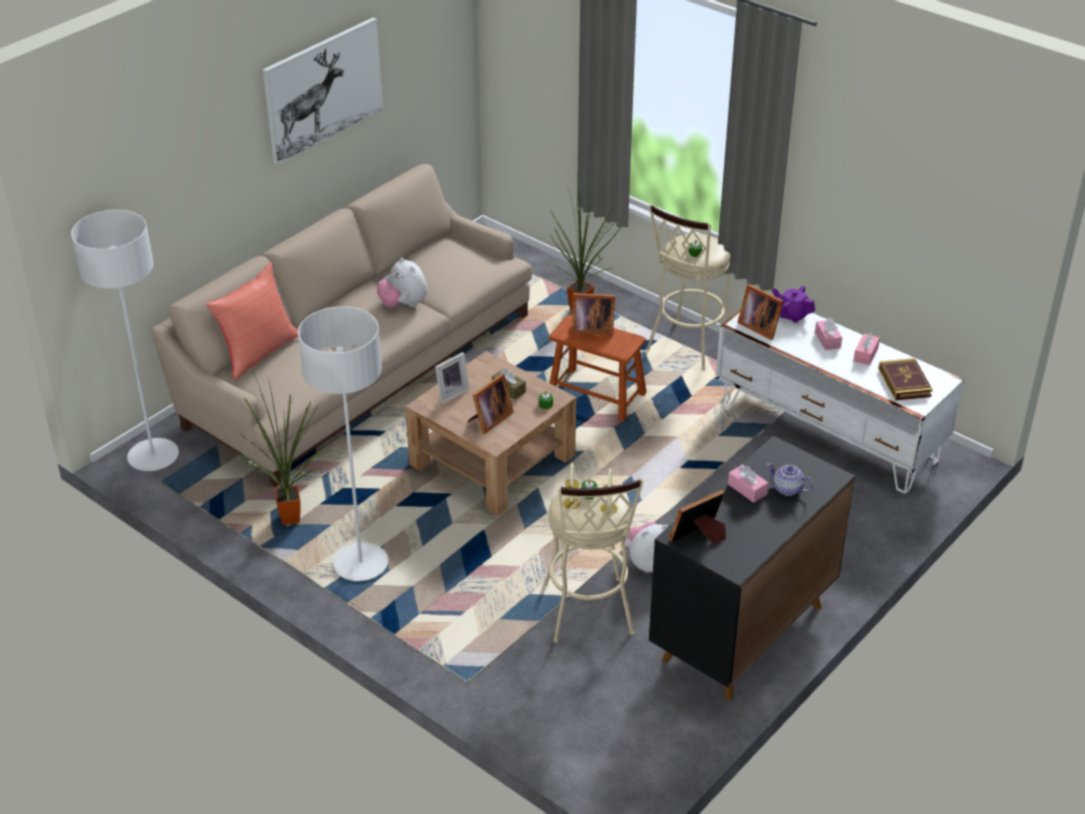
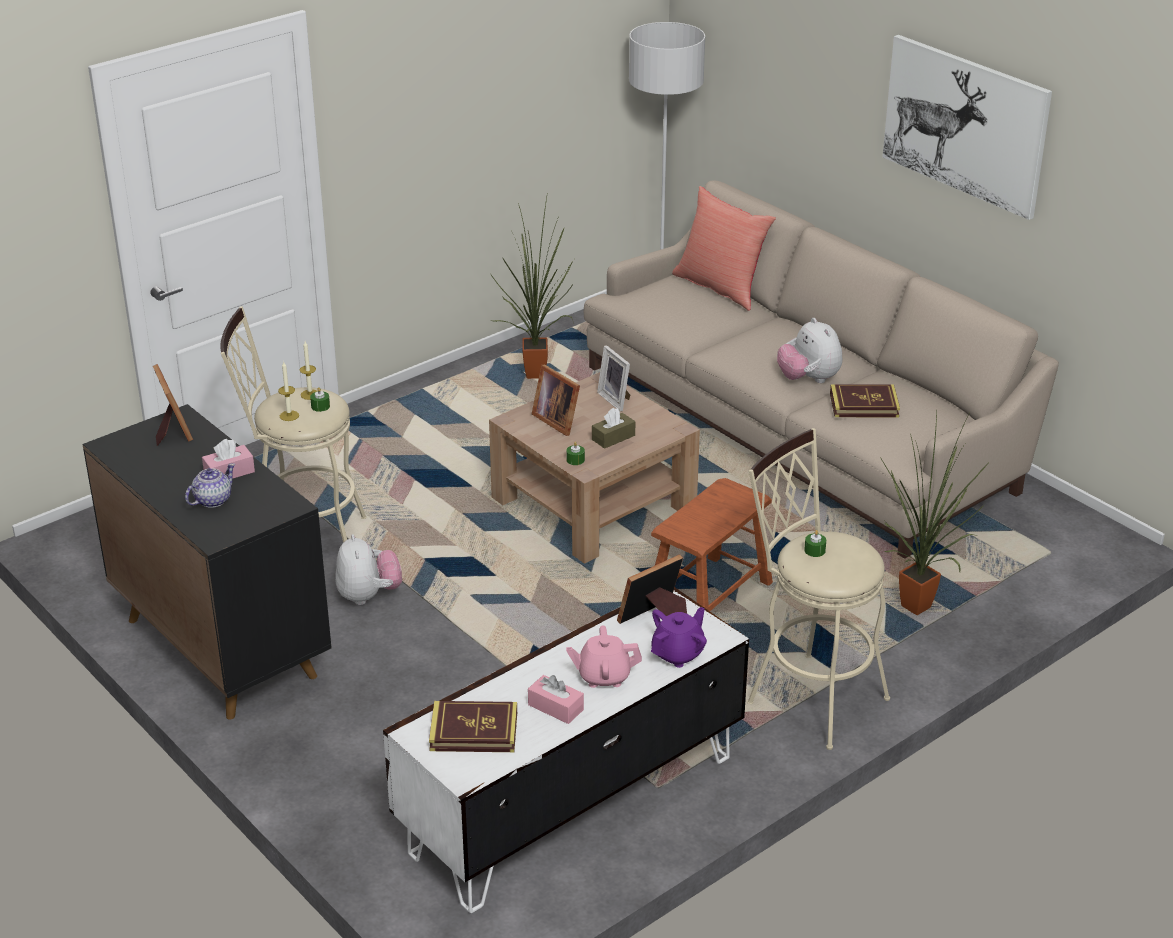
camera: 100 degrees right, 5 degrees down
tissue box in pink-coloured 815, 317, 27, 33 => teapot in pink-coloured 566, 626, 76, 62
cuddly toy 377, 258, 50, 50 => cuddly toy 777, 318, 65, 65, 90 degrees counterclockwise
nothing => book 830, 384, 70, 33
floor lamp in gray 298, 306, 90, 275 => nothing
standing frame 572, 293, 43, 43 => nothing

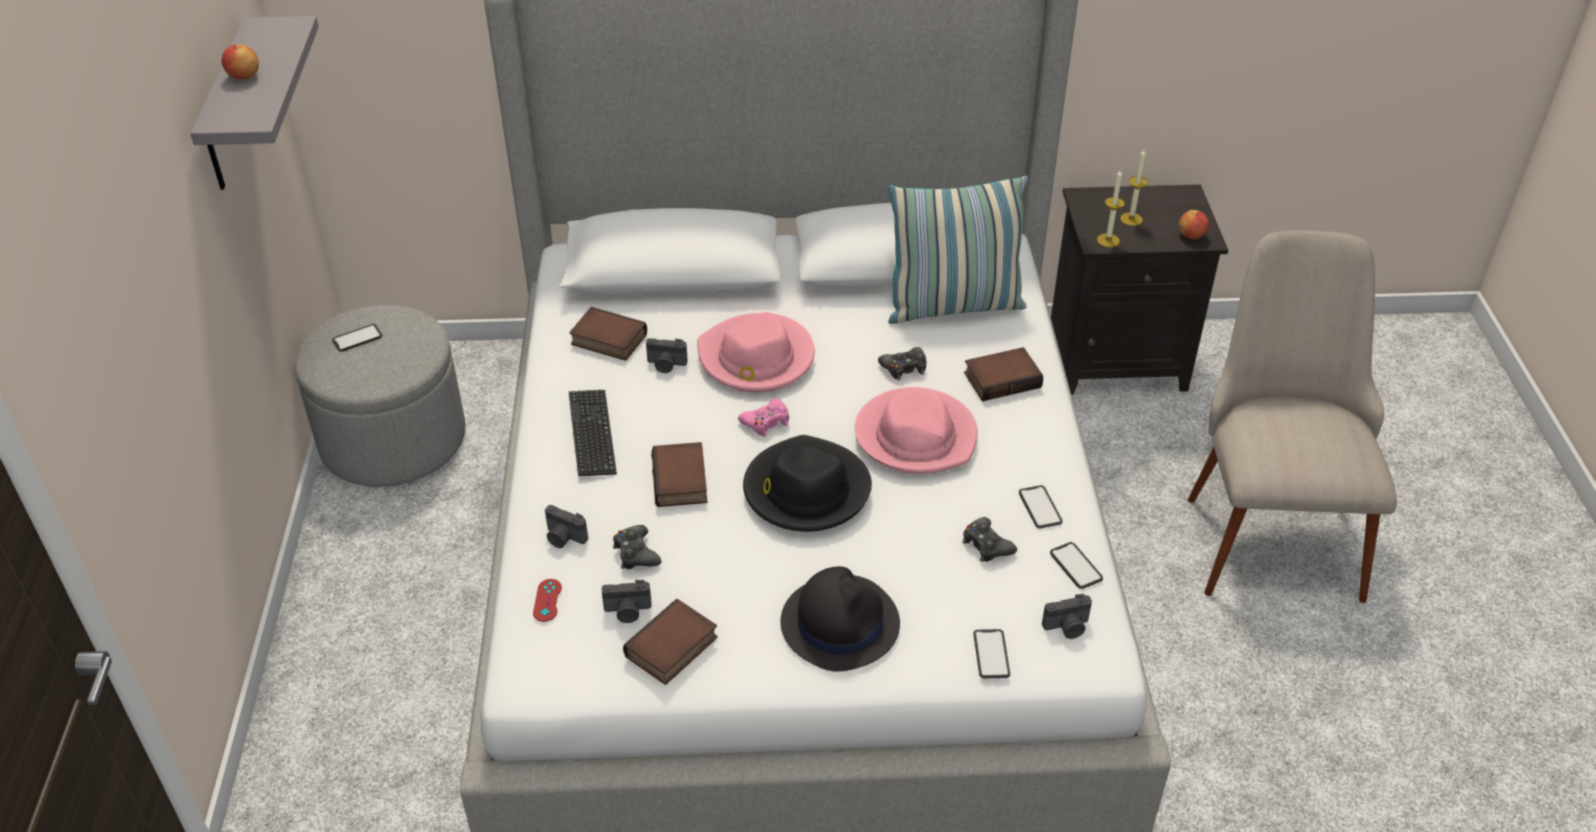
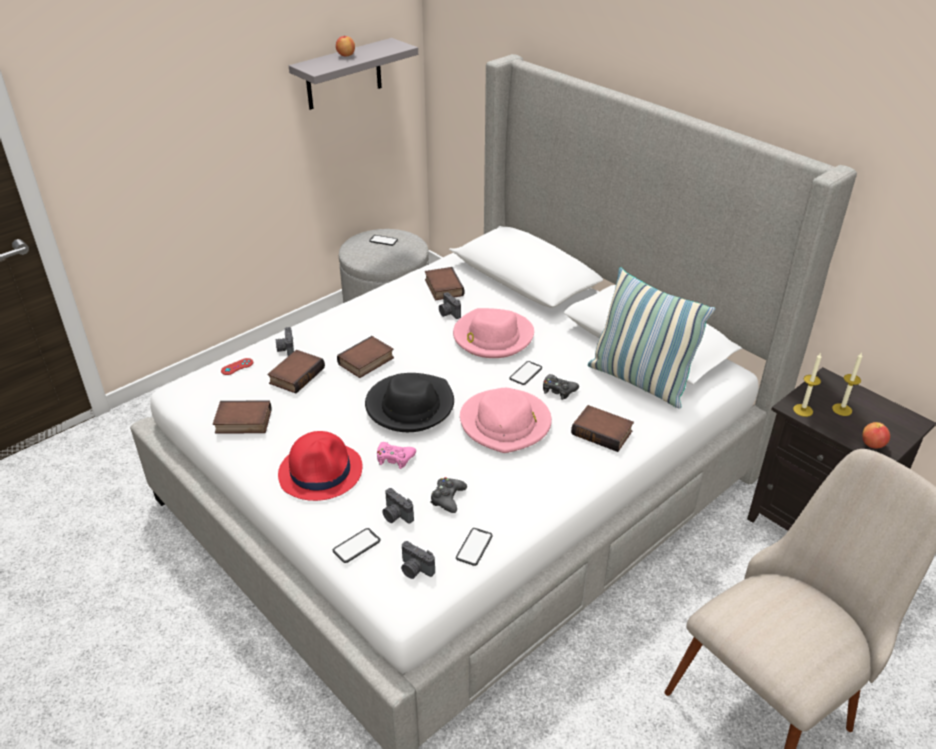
camera: 50 degrees right, 5 degrees down
game controller in black-coloured 613, 525, 48, 44 => book 268, 350, 57, 44
clothing hat in black-coloured 781, 566, 119, 106 => clothing hat in red 278, 431, 85, 70
game controller in pink-coloured 738, 398, 51, 39 => game controller in pink-coloured 377, 442, 39, 27, relocated
photo camera 602, 580, 50, 43 => photo camera 382, 488, 32, 35, relocated
telephone 1019, 485, 43, 43 => telephone 509, 361, 33, 24, relocated
PC keyboard 569, 390, 48, 86 => nothing

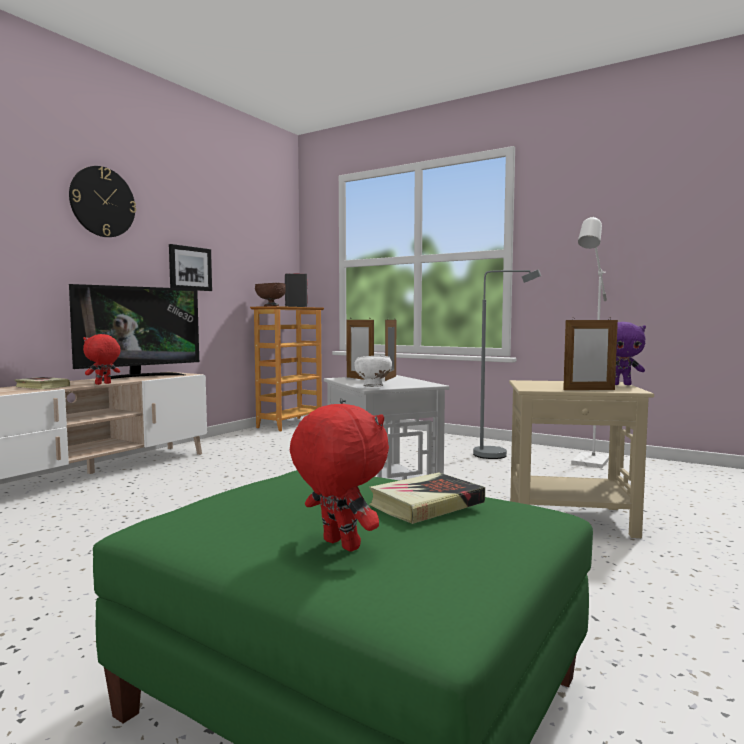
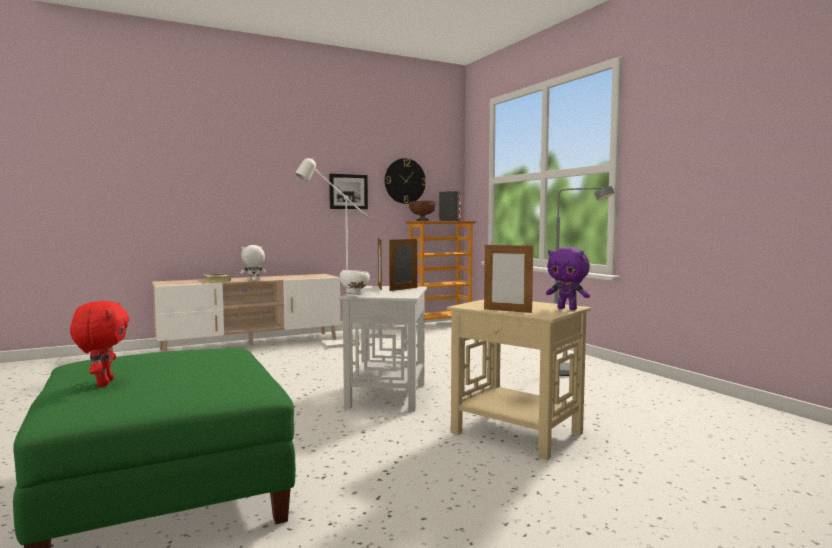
camera: 30 degrees right, 0 degrees up
cuddly toy in red 83, 334, 38, 51 => cuddly toy in white 240, 245, 26, 36
floor lamp in white 571, 216, 38, 252 => floor lamp in white 295, 157, 75, 192, relocated
wall clock 69, 166, 67, 71 => wall clock 385, 158, 41, 46, relocated
TV set 69, 284, 130, 97 => nothing
book 369, 473, 116, 51 => nothing

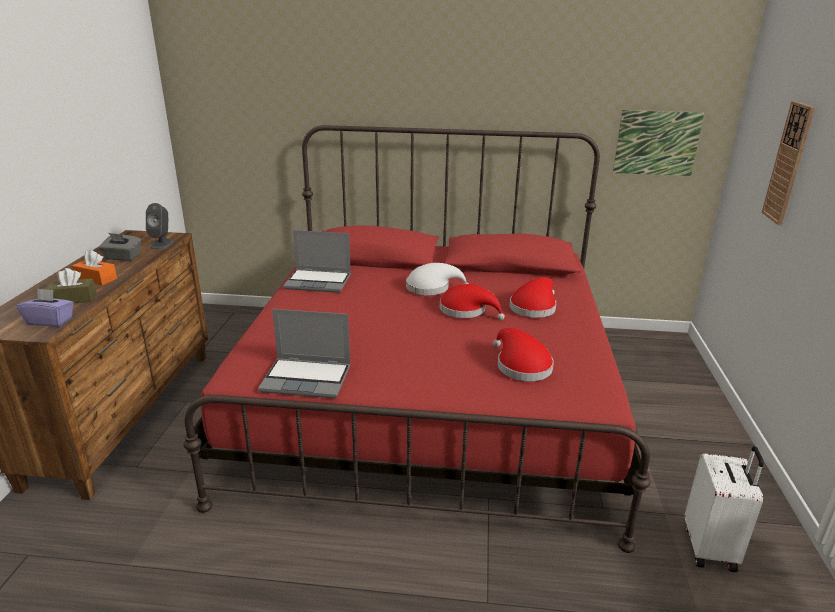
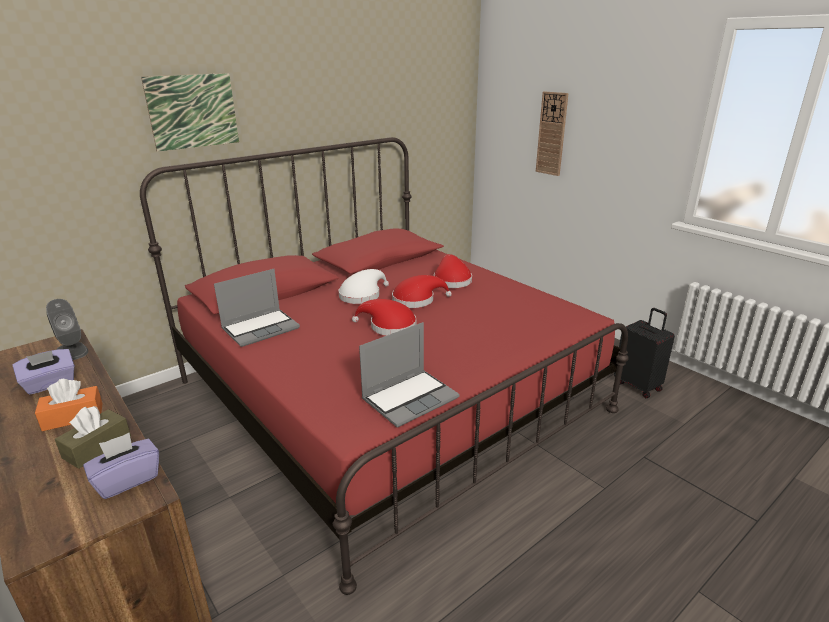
camera: 45 degrees left, 0 degrees up
tissue box in gray 99, 233, 42, 28 => tissue box in purple-coloured 12, 349, 63, 46
picture 613, 110, 91, 66 => picture 141, 73, 98, 79, relocated
clothing hat in red 493, 328, 61, 53 => clothing hat in red 352, 299, 64, 37, relocated
piece of luggage in white 685, 446, 79, 126 => piece of luggage in black-coloured 614, 308, 61, 90

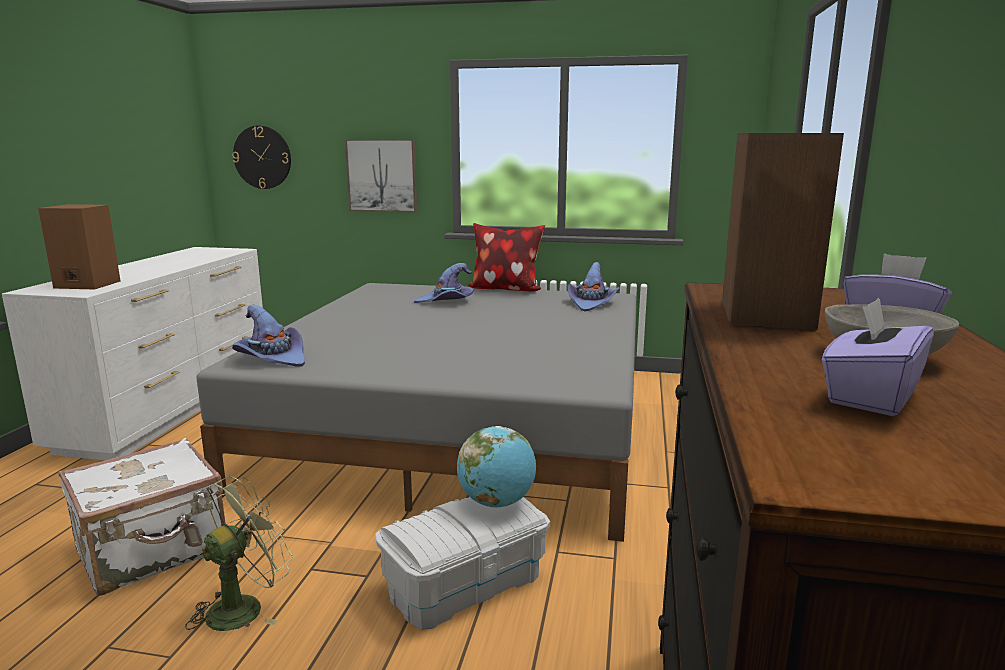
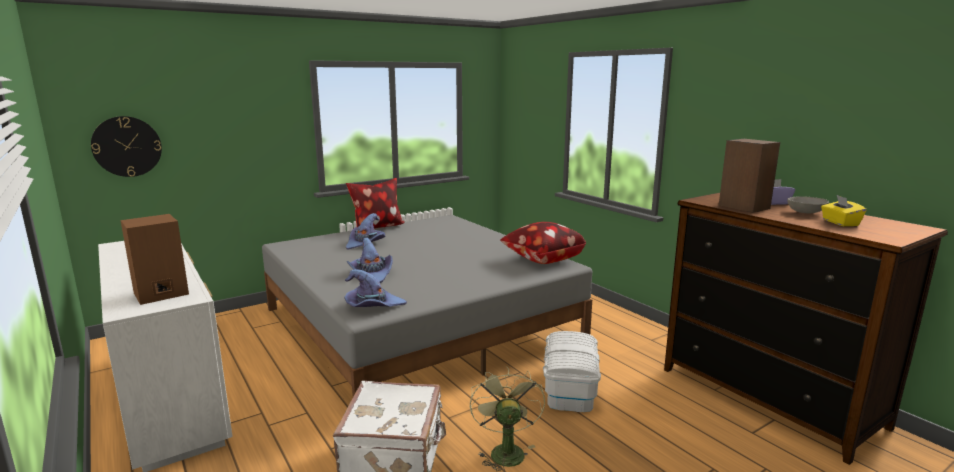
camera: 45 degrees left, 0 degrees up
clothing hat in purple-coloured 568, 262, 52, 49 => clothing hat in purple-coloured 347, 238, 46, 45, relocated
nothing => throw pillow 500, 222, 86, 42
tissue box in purple-coloured 822, 297, 112, 119 => tissue box in yellowish 821, 195, 45, 31
picture 345, 139, 72, 74 => nothing
globe 457, 426, 79, 81 => nothing

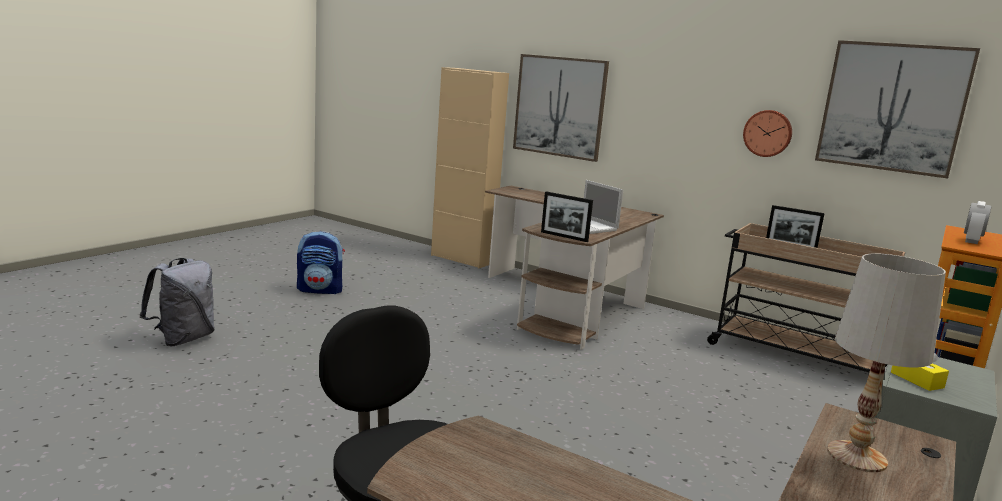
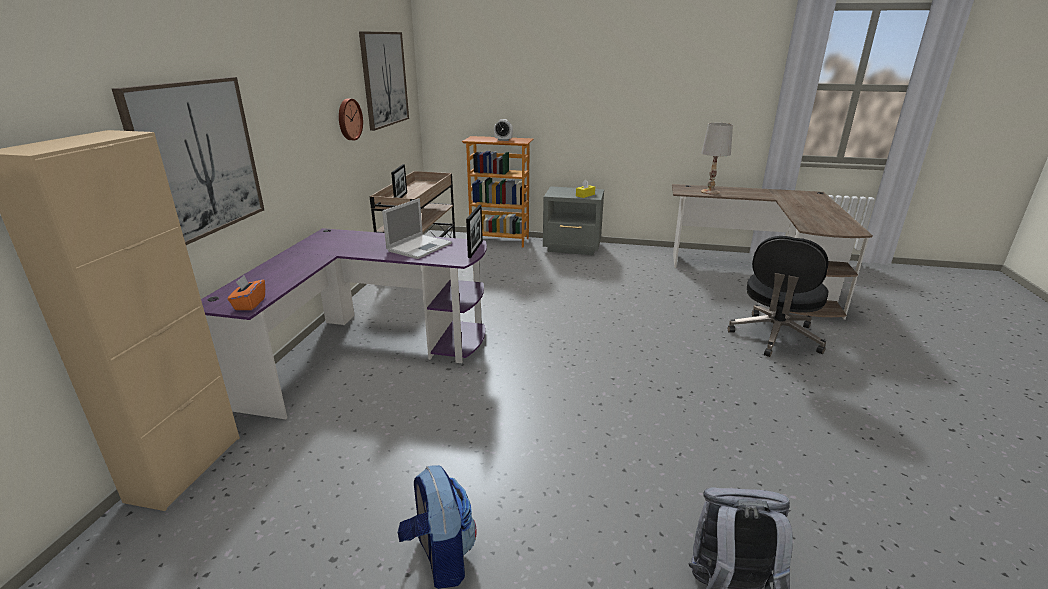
camera: 110 degrees left, 10 degrees up
desk unit in brown 485, 186, 179, 164 => desk unit in purple-coloured 201, 228, 286, 191
nothing => tissue box in orange-coloured 227, 276, 38, 34

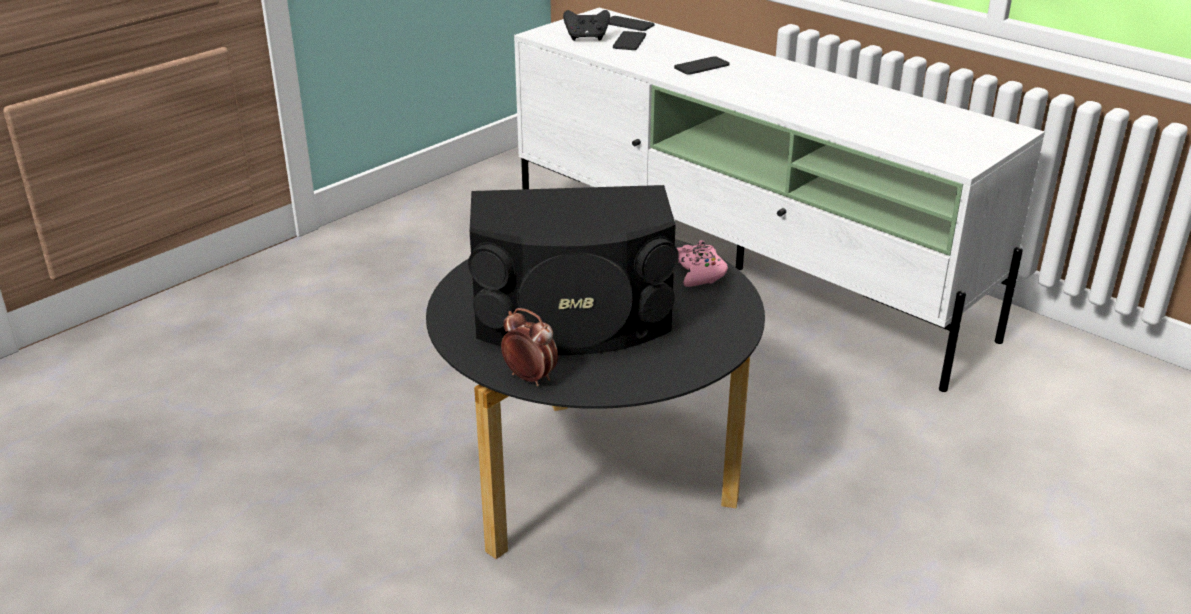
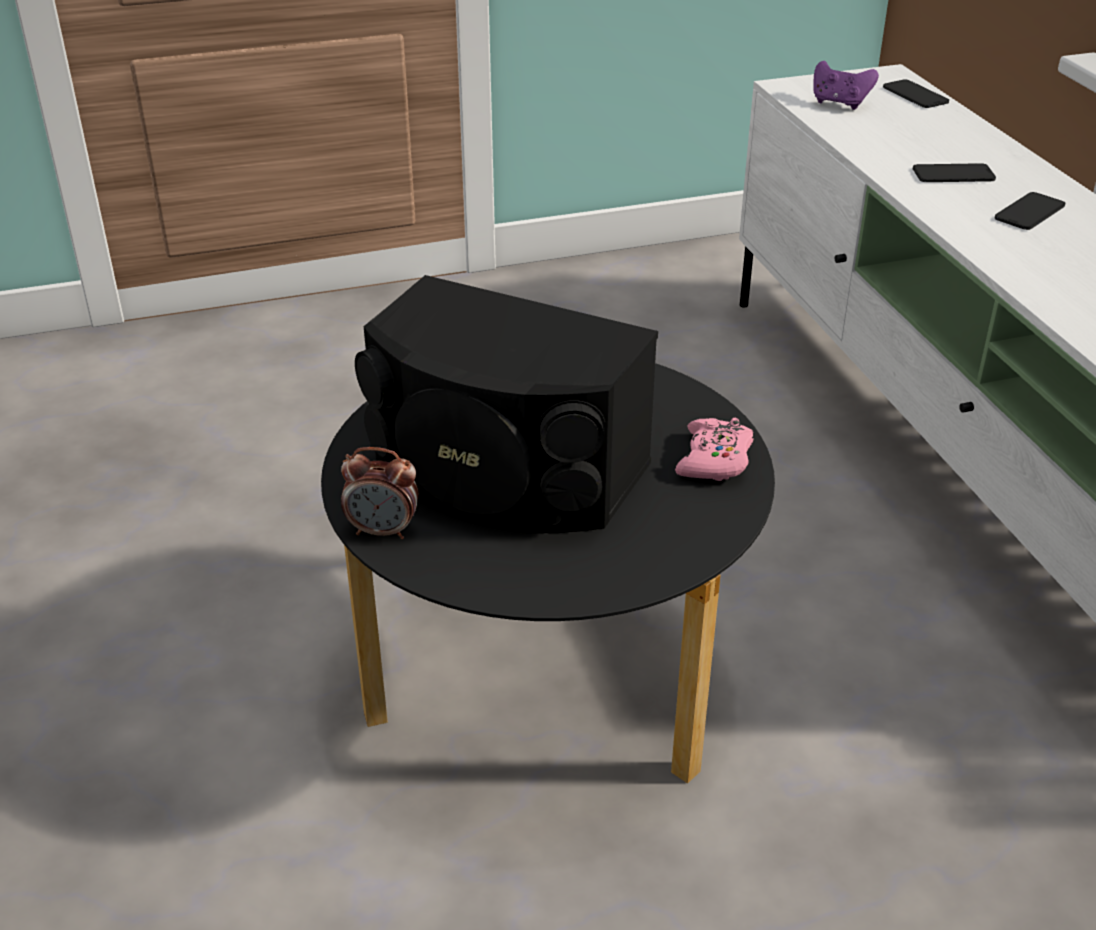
camera: 30 degrees right, 5 degrees up
table clock 501, 308, 57, 78 => table clock 341, 447, 77, 92, 120 degrees clockwise
game controller in black-coloured 563, 10, 47, 31 => game controller in purple-coloured 813, 61, 66, 49
telephone 613, 31, 33, 19 => telephone 995, 192, 70, 38, relocated

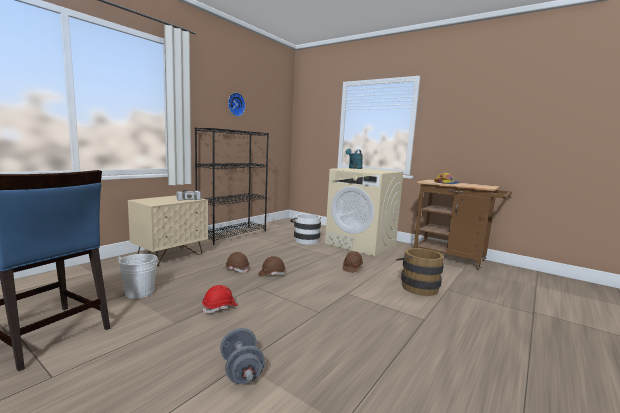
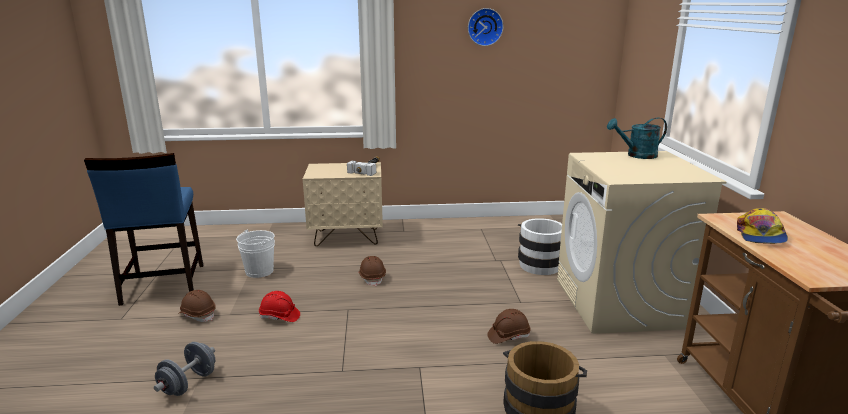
camera: 50 degrees right, 10 degrees up
work helmet in brown 258, 256, 28, 21 => work helmet in brown 178, 290, 38, 32, relocated
bookcase in black-coloured 195, 127, 74, 118 => nothing

